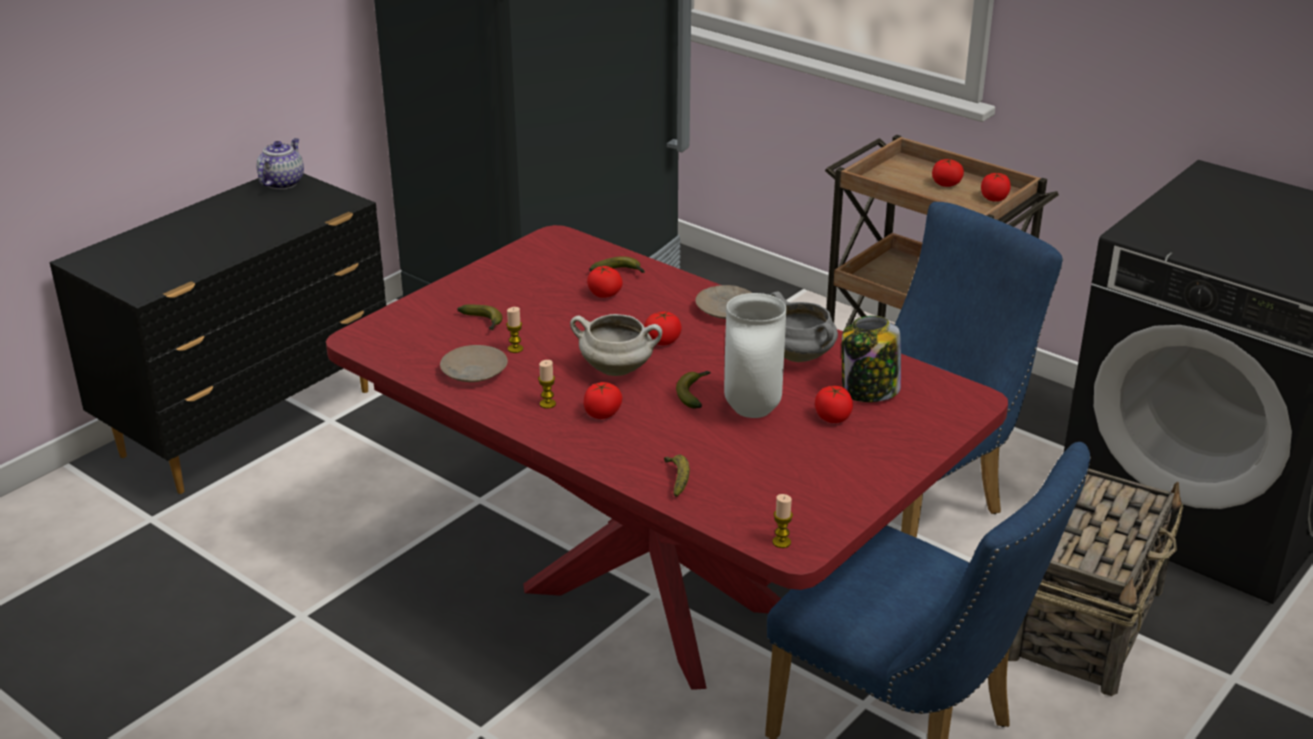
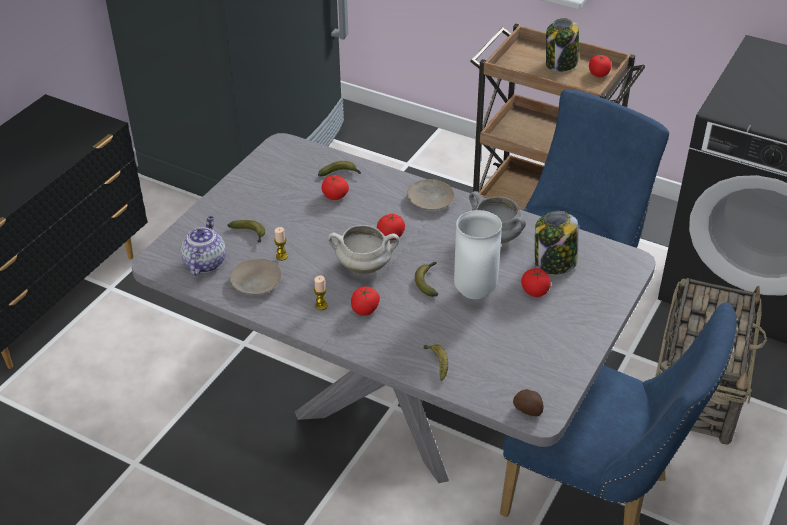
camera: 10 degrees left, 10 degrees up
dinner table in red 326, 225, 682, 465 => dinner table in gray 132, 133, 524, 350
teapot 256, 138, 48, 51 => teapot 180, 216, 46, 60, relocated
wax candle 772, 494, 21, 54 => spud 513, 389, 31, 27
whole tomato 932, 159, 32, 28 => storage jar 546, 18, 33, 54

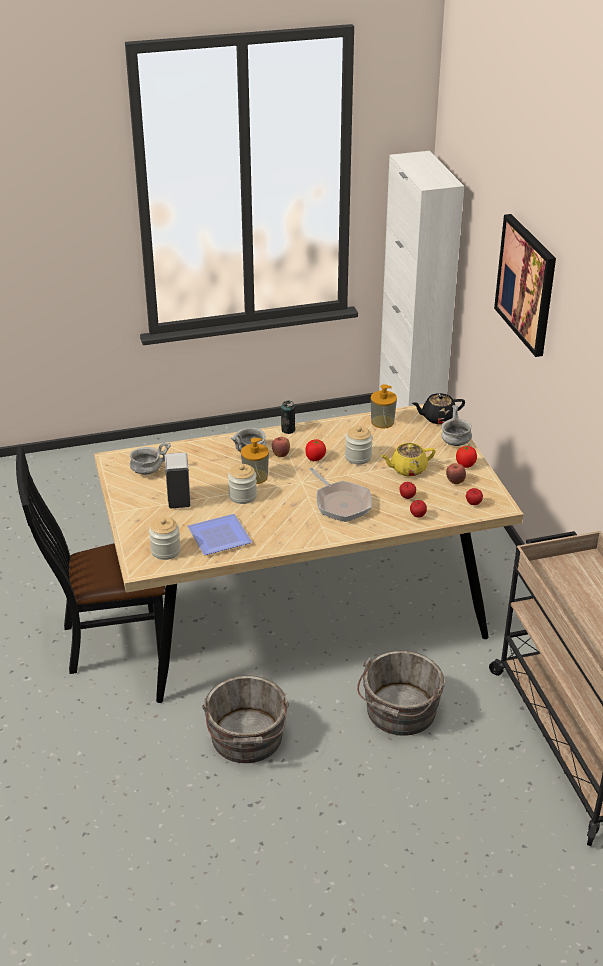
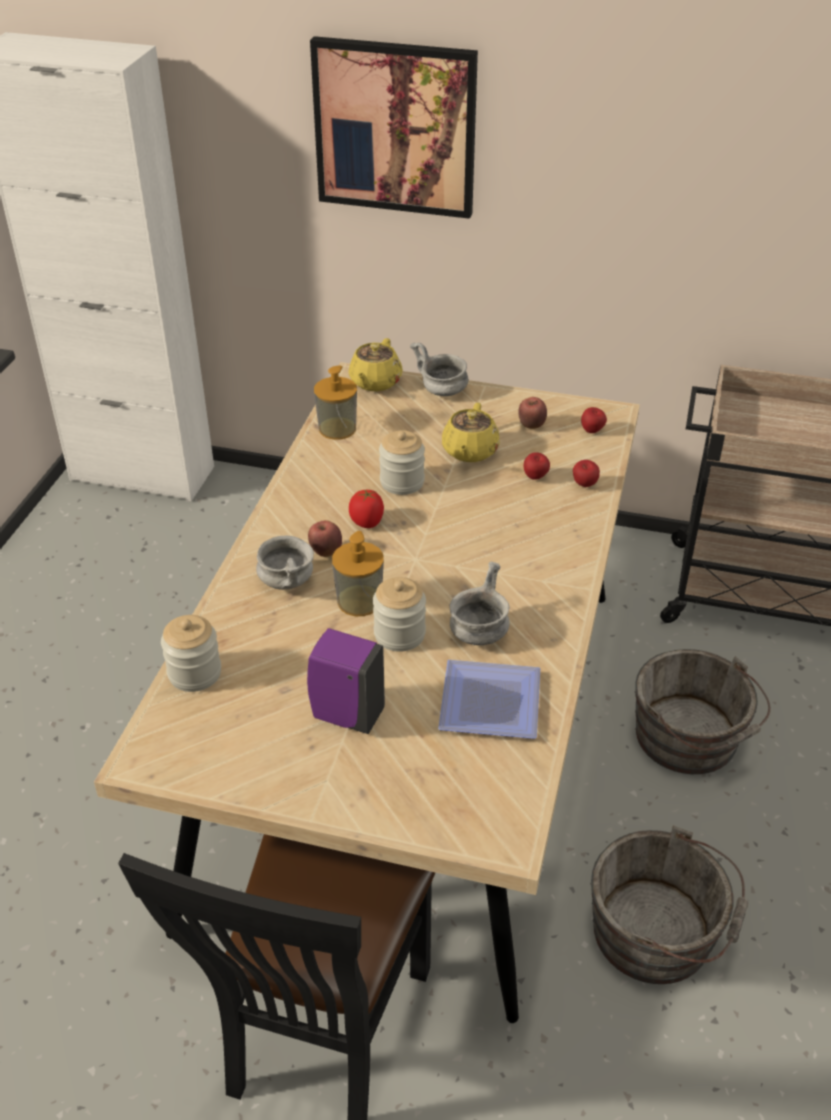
camera: 60 degrees left, 5 degrees up
storage jar 149, 517, 32, 43 => storage jar 161, 615, 60, 77, relocated
soap bottle in white 165, 453, 26, 55 => soap bottle in purple-coloured 307, 628, 78, 106
teapot in black-coloured 412, 393, 53, 31 => teapot in yellowish 348, 338, 55, 53
bowl in gray 130, 443, 41, 32 => bowl in gray 449, 562, 61, 84, relocated
metal can 281, 401, 14, 33 => nothing
pan 309, 467, 63, 55 => nothing
whole tomato 456, 445, 21, 23 => nothing

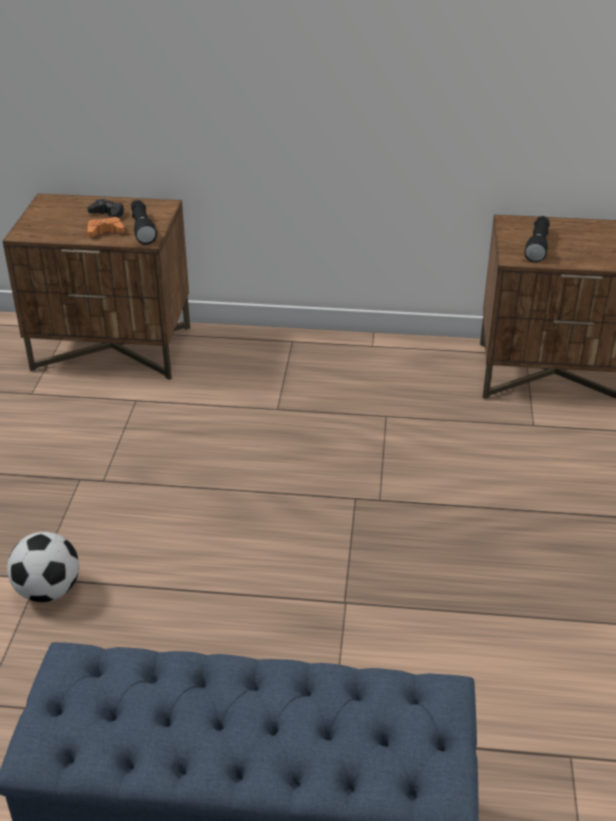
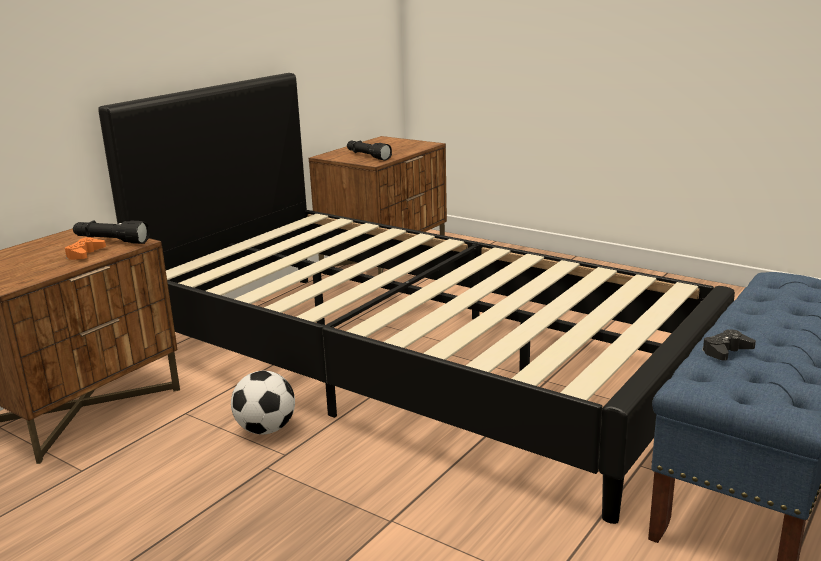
camera: 60 degrees left, 15 degrees down
nothing => bedroom bed in black-coloured 98, 73, 637, 451
football 7, 532, 72, 70 => football 231, 371, 64, 63, relocated
game controller in black-coloured 87, 199, 37, 19 => game controller in black-coloured 702, 329, 54, 32, relocated

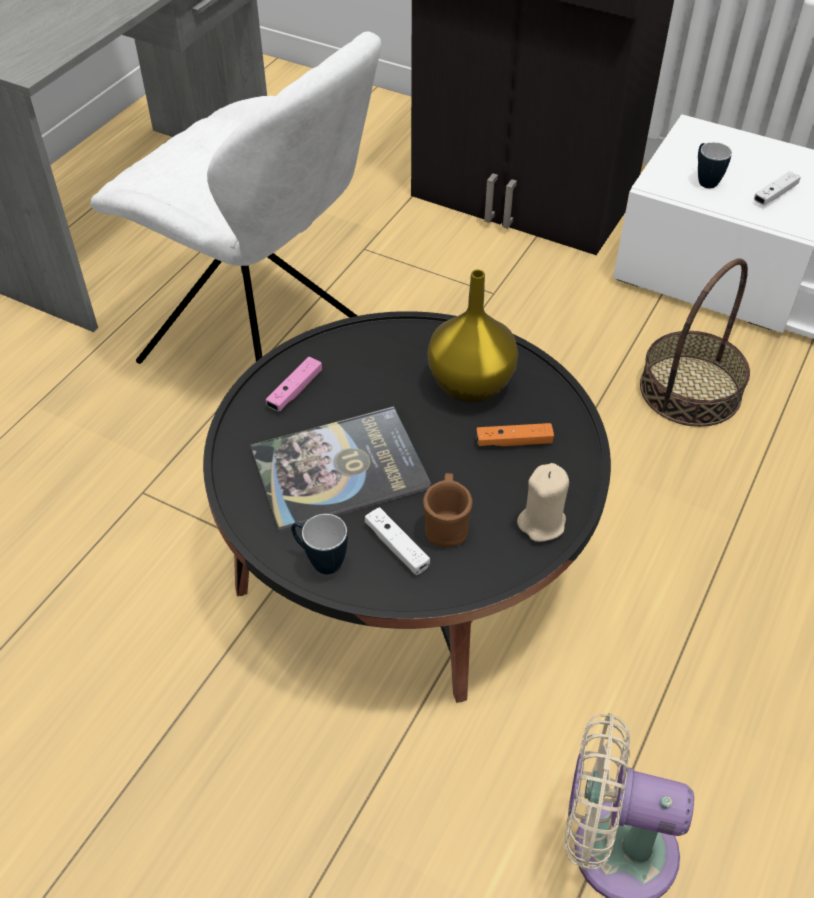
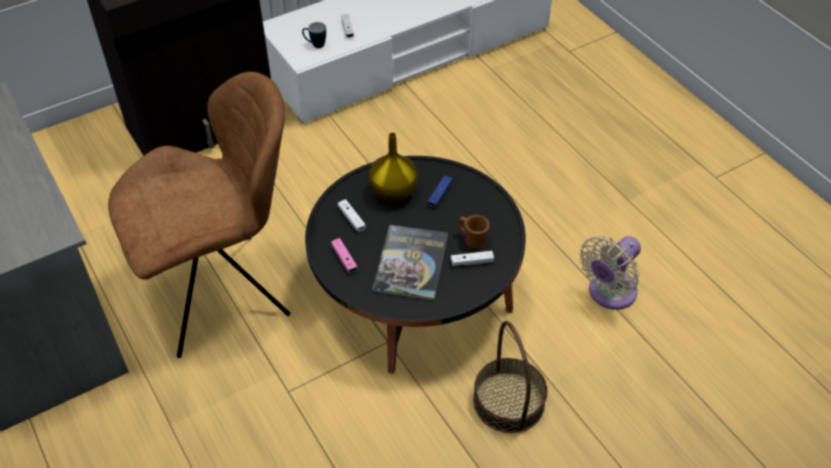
camera: 60 degrees left, 0 degrees up
upright chair in white 90, 31, 291, 333 => upright chair in brown 108, 72, 183, 286
nothing => game controller in white 338, 199, 28, 33
game controller in orange-coloured 476, 423, 78, 23 => game controller in blue-coloured 428, 175, 25, 32
household basket 640, 259, 110, 168 => household basket 473, 321, 74, 112, relocated
coffee mug 291, 514, 57, 60 => nothing
wax candle in beige-coloured 517, 463, 52, 79 => nothing

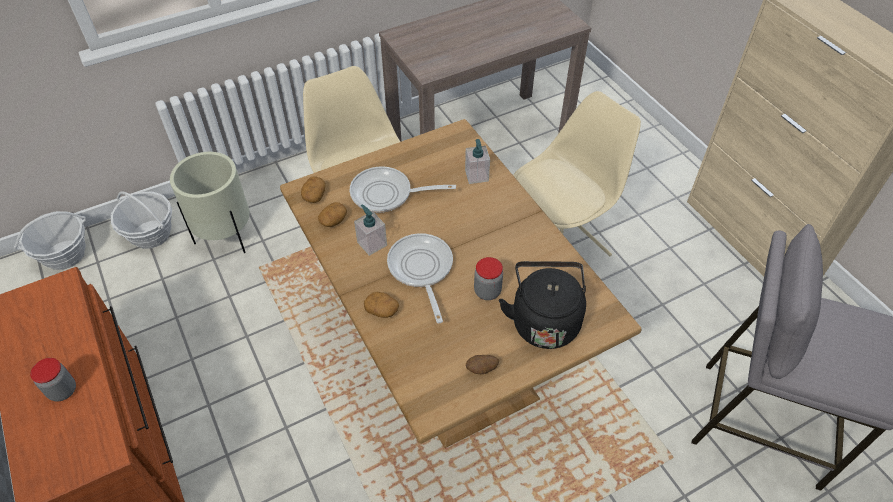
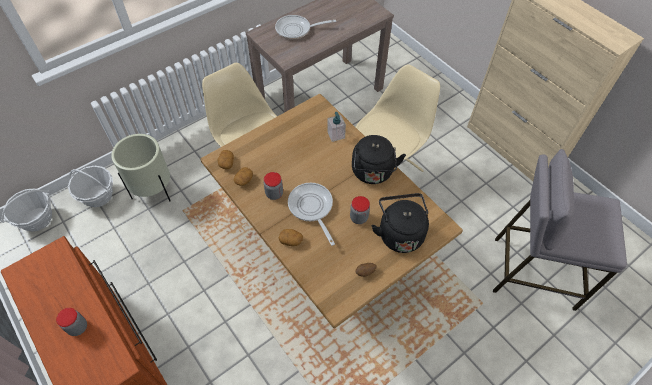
camera: 10 degrees left, 5 degrees up
soap bottle 354, 204, 33, 52 => storage jar 264, 172, 19, 28
pan 350, 166, 106, 47 => pan 275, 15, 61, 24, relocated
nothing => tea kettle in black-coloured 352, 135, 54, 49

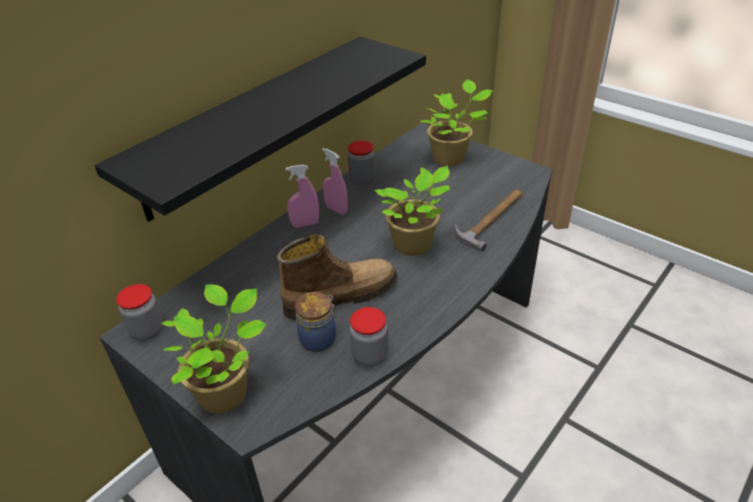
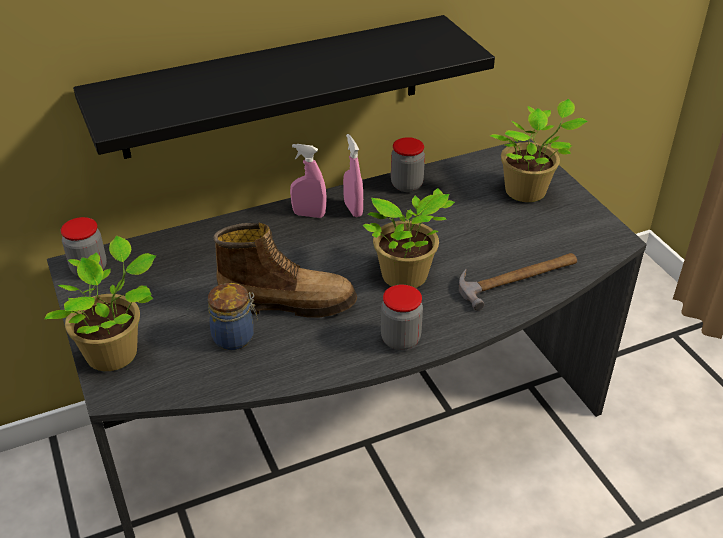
camera: 25 degrees right, 0 degrees up
storage jar 349, 307, 39, 60 => storage jar 381, 285, 42, 65, relocated

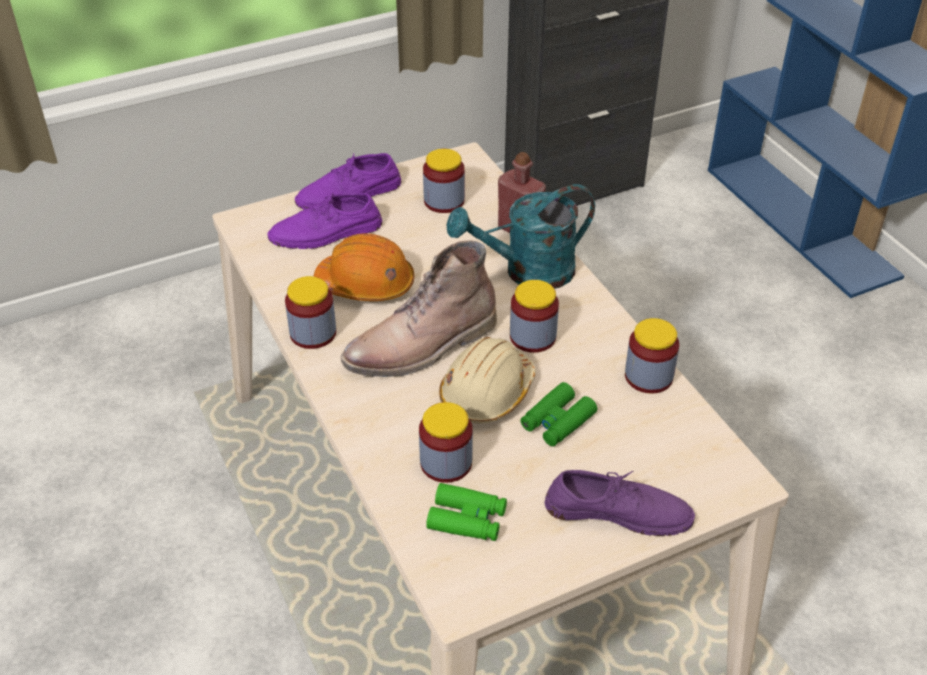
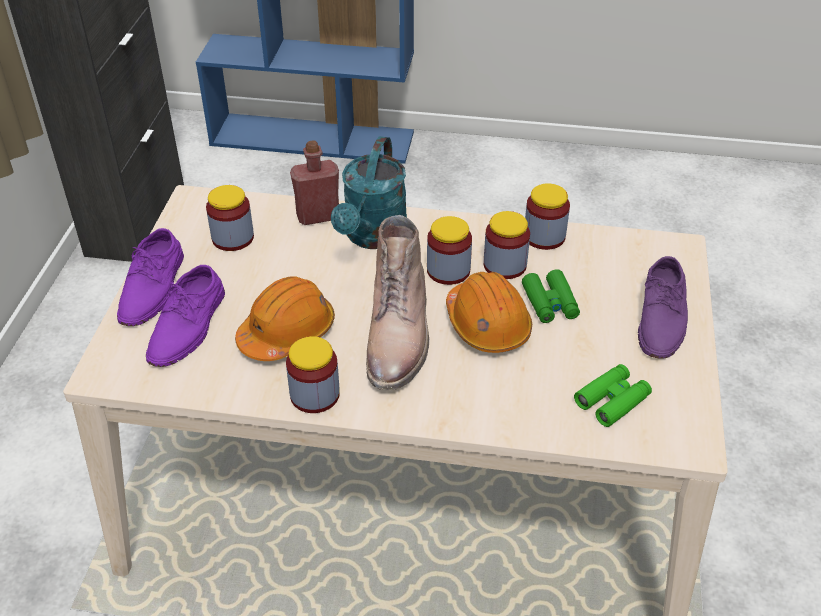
camera: 55 degrees left, 0 degrees up
work helmet in beige-coloured 439, 337, 97, 87 => work helmet in orange-coloured 446, 272, 86, 81
storage jar 419, 402, 54, 81 => storage jar 484, 211, 46, 68, relocated
low shoe in purple-coloured 544, 470, 151, 66 => low shoe in purple-coloured 638, 256, 50, 103, 150 degrees clockwise

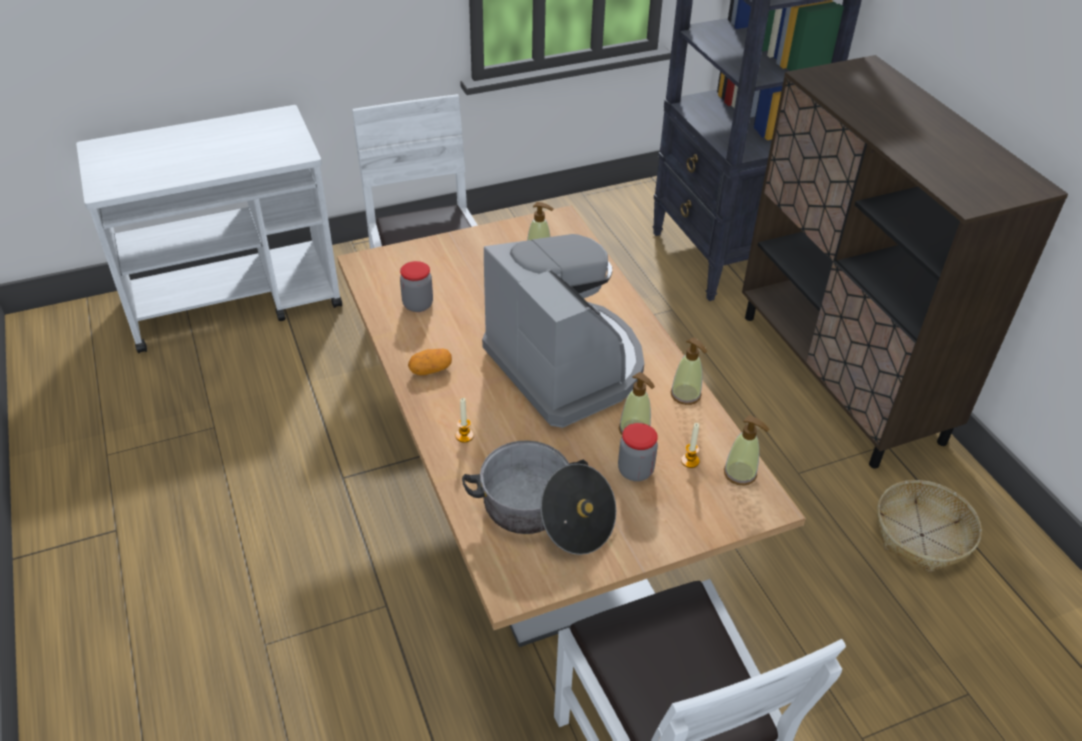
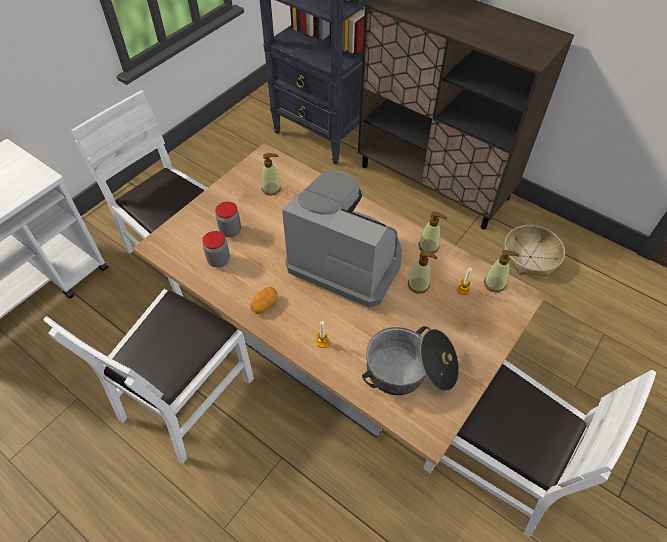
camera: 30 degrees left, 10 degrees up
nothing => upright chair in white 44, 289, 210, 174
storage jar 618, 423, 40, 58 => storage jar 215, 202, 26, 35, relocated

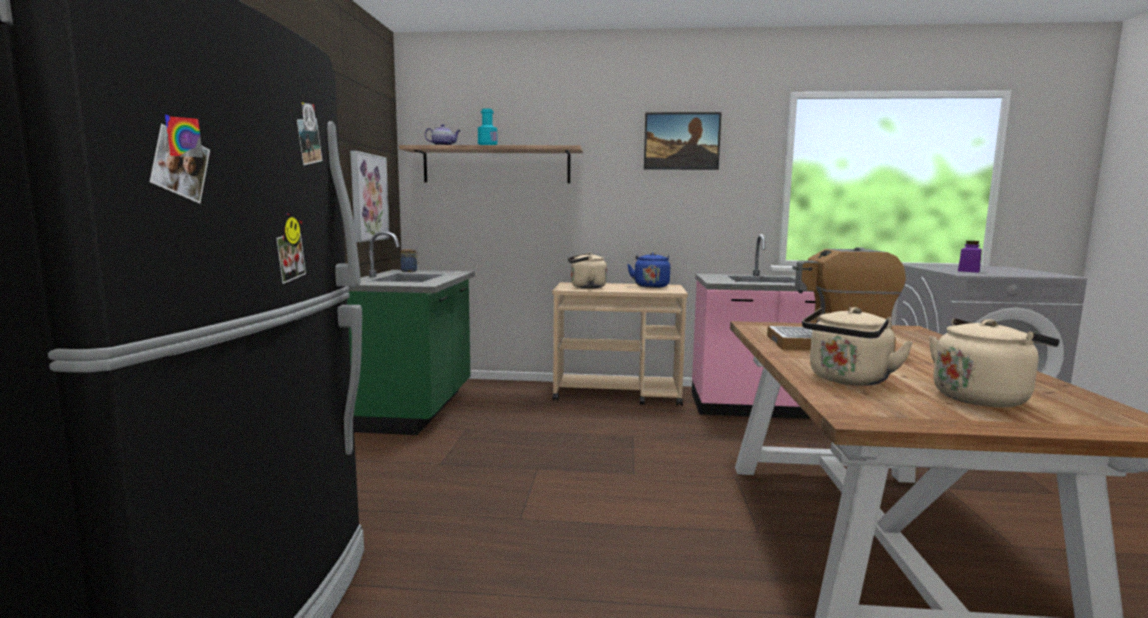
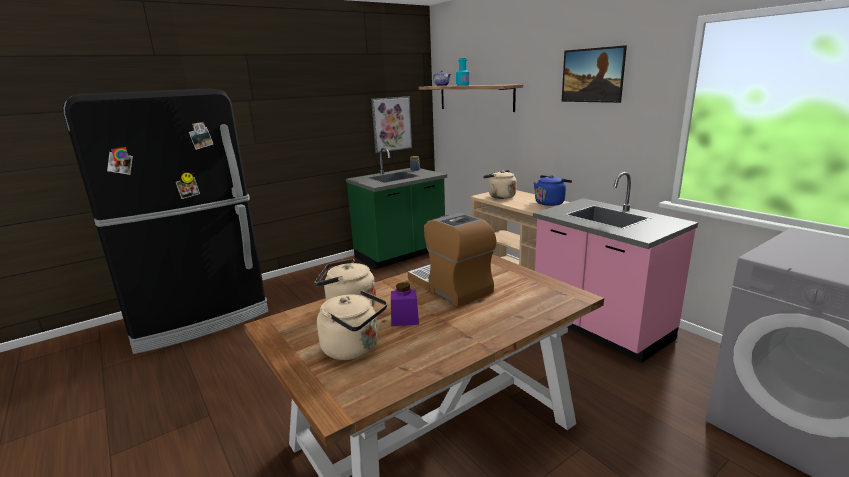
camera: 50 degrees right, 10 degrees up
storage jar in purple-coloured 958, 241, 24, 32 => storage jar in purple-coloured 391, 282, 28, 44, relocated

